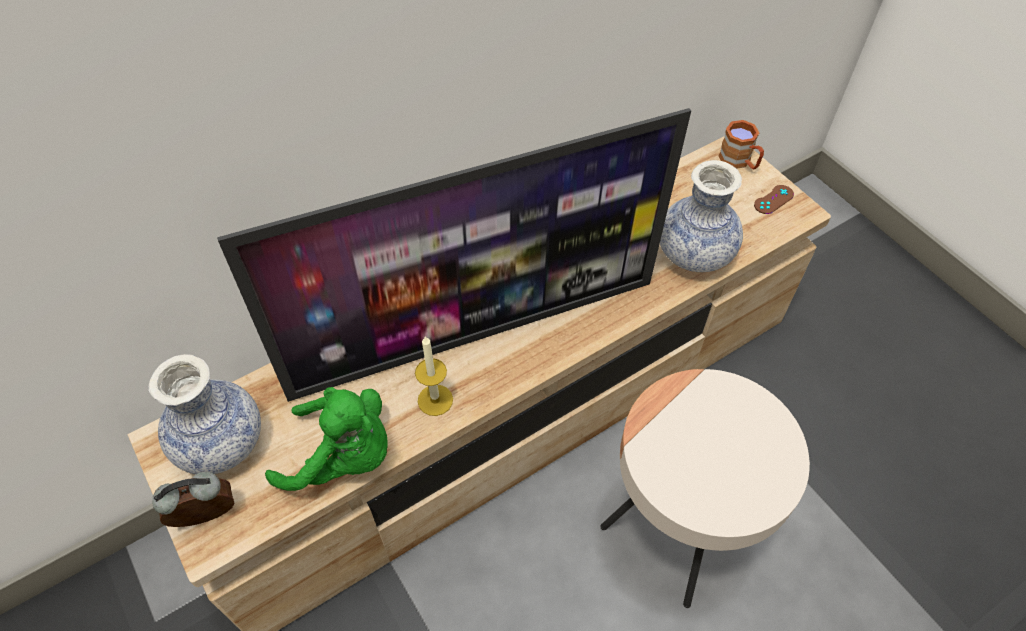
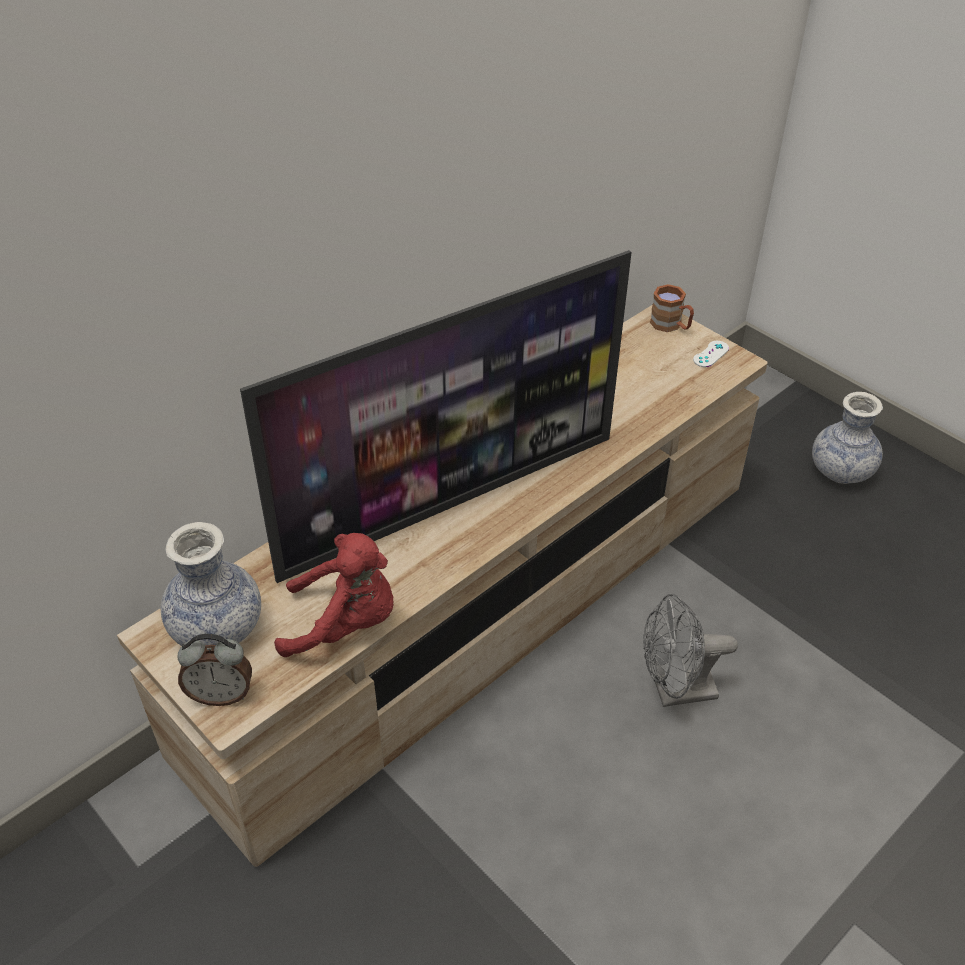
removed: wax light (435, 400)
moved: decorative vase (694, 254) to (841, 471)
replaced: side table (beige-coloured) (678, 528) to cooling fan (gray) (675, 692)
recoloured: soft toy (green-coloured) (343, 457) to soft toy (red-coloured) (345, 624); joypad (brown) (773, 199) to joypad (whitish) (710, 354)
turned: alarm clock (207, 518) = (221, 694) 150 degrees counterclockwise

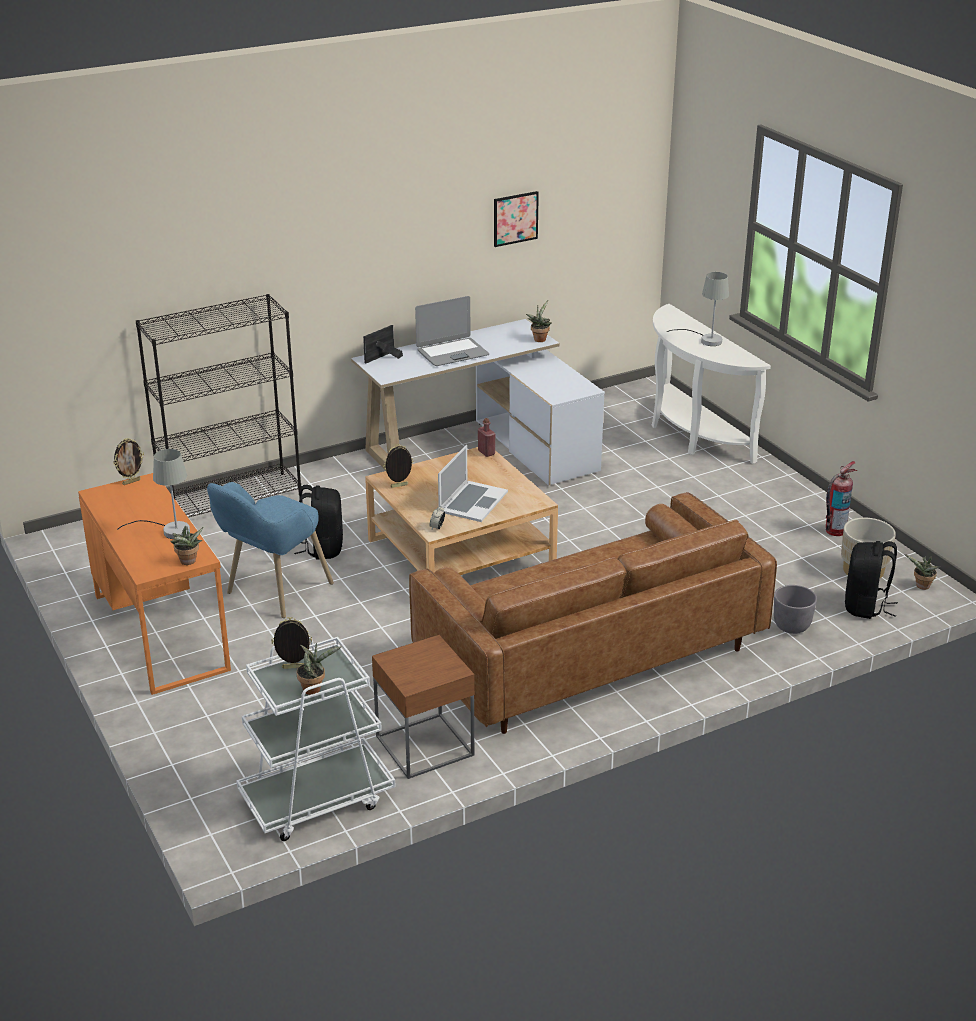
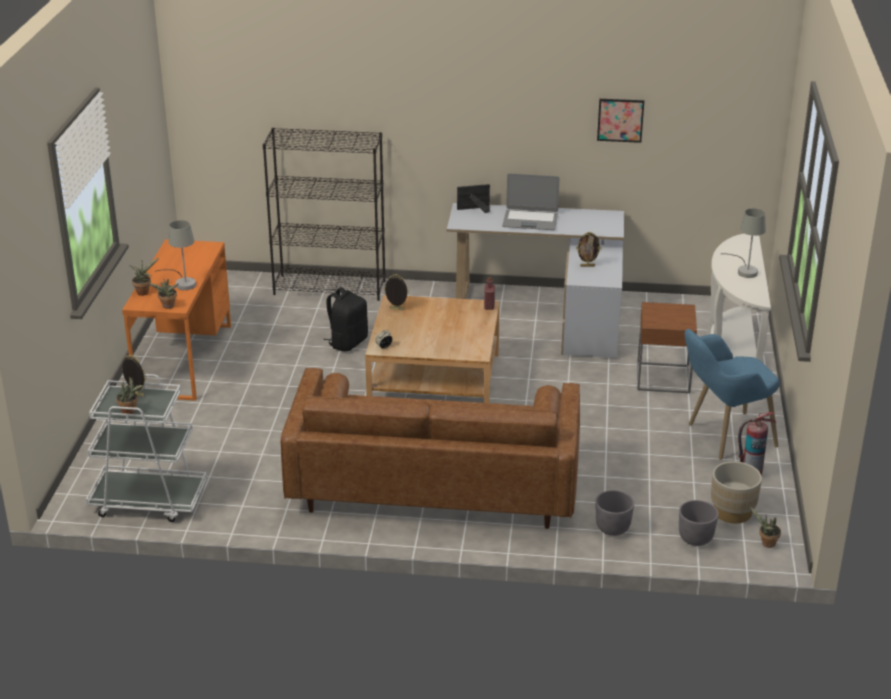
removed: portable computer (472, 501)
moved: potted plant (539, 339) to (144, 292); standing frame (131, 482) to (587, 266); side table (brown) (424, 746) to (663, 378); easy chair (blue-coloured) (271, 595) to (721, 438)
replaced: rucksack (blackish) (866, 607) to planter (gray) (695, 539)

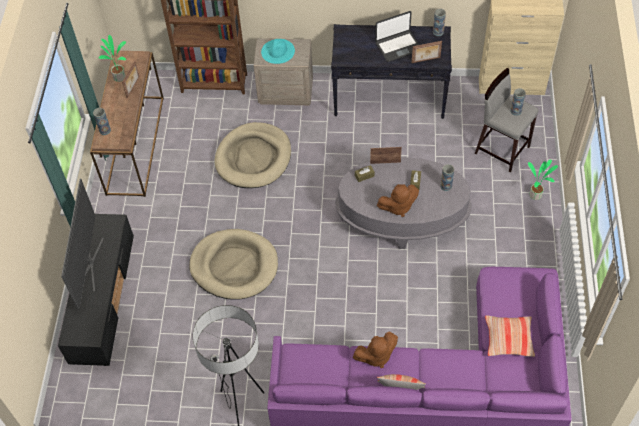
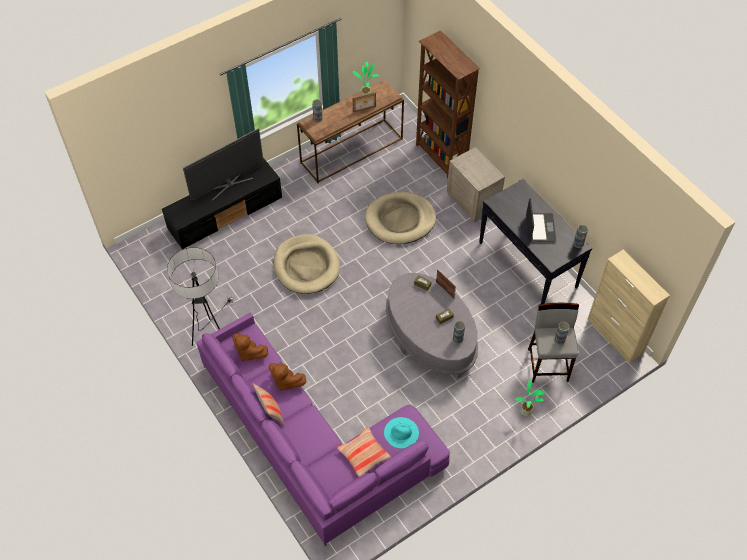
removed: standing frame (426, 60)
moved: soft toy (brown) (398, 206) to (249, 352); wearable hat (blue-green) (278, 51) to (401, 432)
turned: portable computer (398, 46) = (540, 228) 120 degrees counterclockwise

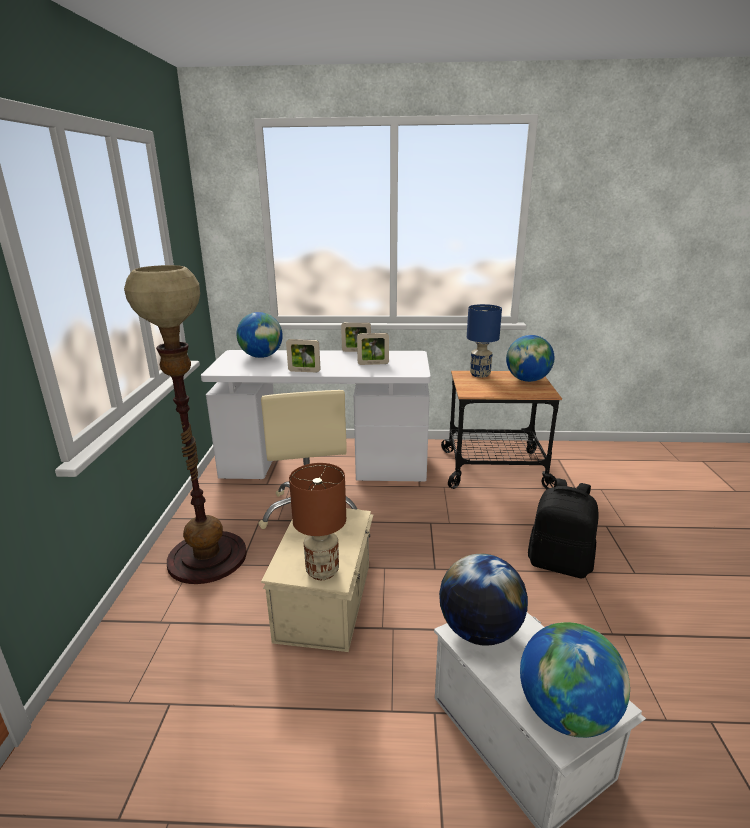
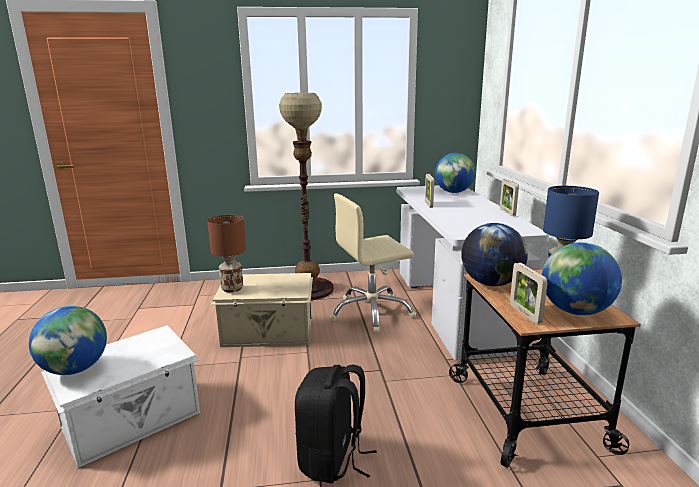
moved: desk globe (479, 631) to (491, 283); standing frame (373, 364) to (525, 314)

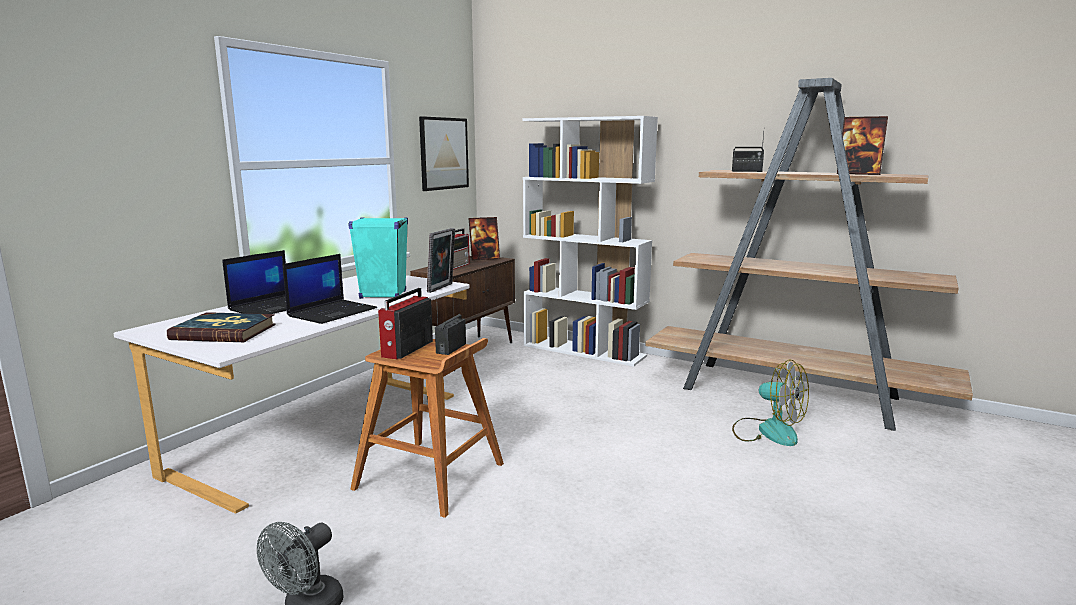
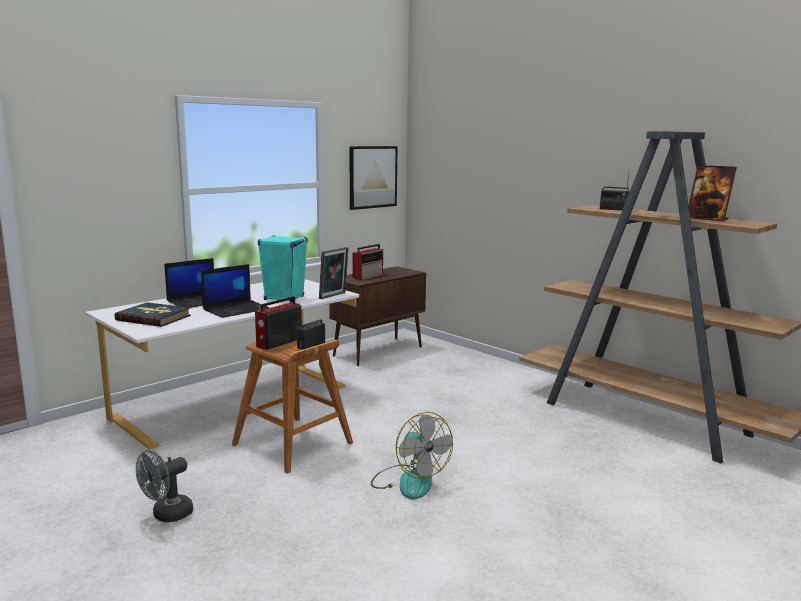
removed: standing frame (484, 258); bookcase (whitish) (584, 350)
moved: cooling fan (767, 431) to (409, 481)

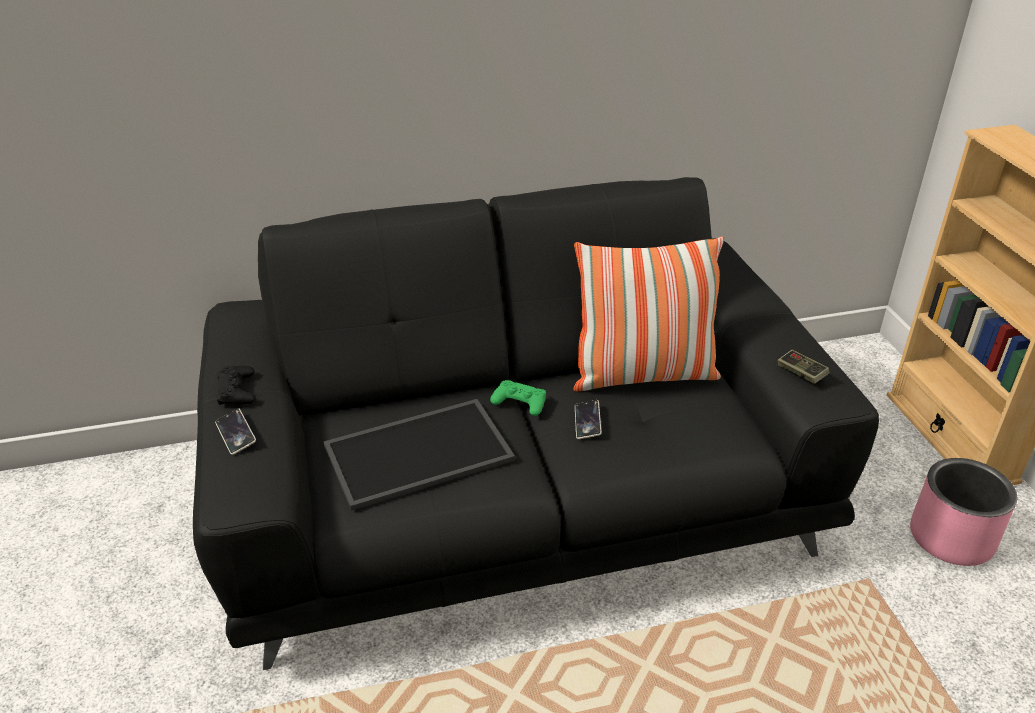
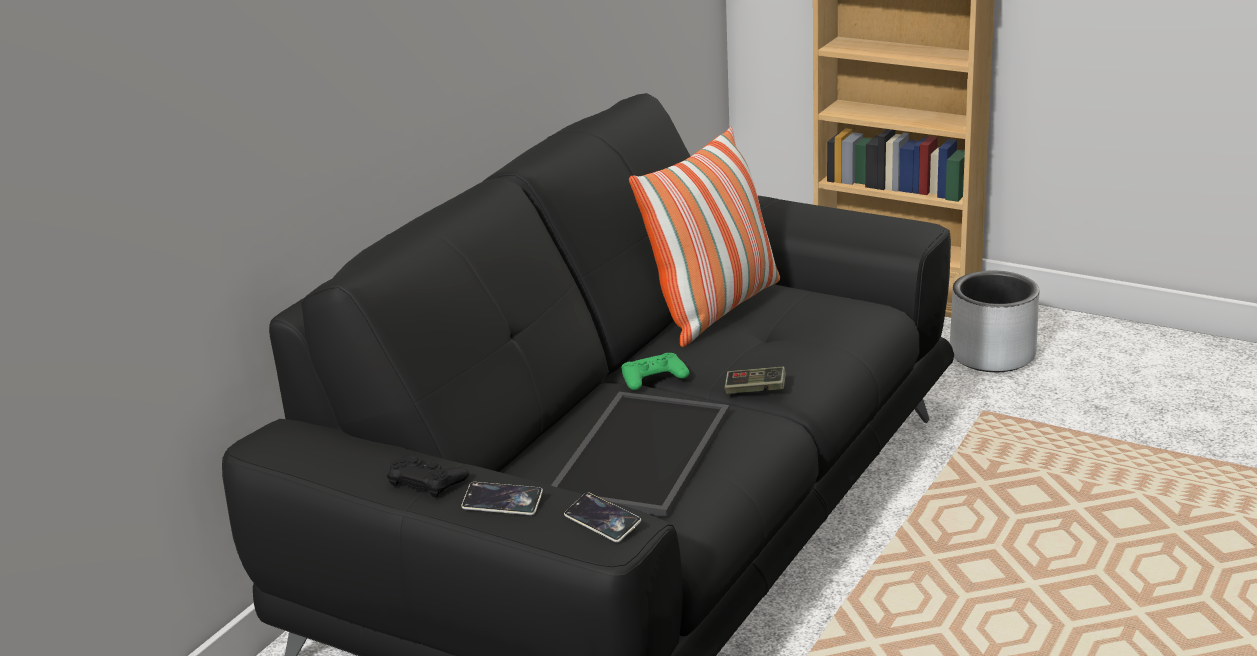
moved: phone (587, 422) to (602, 522); joypad (801, 373) to (755, 390)
recoloured: planter (pinkish) (951, 538) to planter (gray) (993, 355)

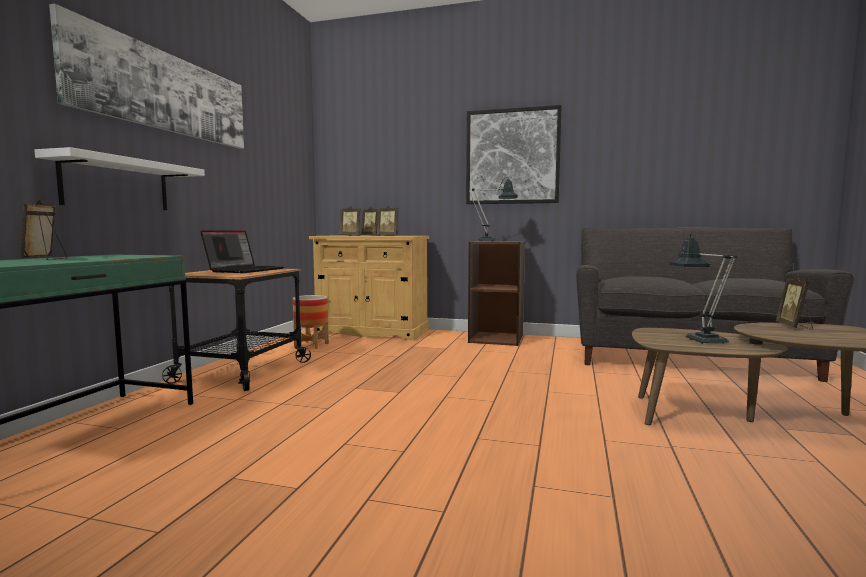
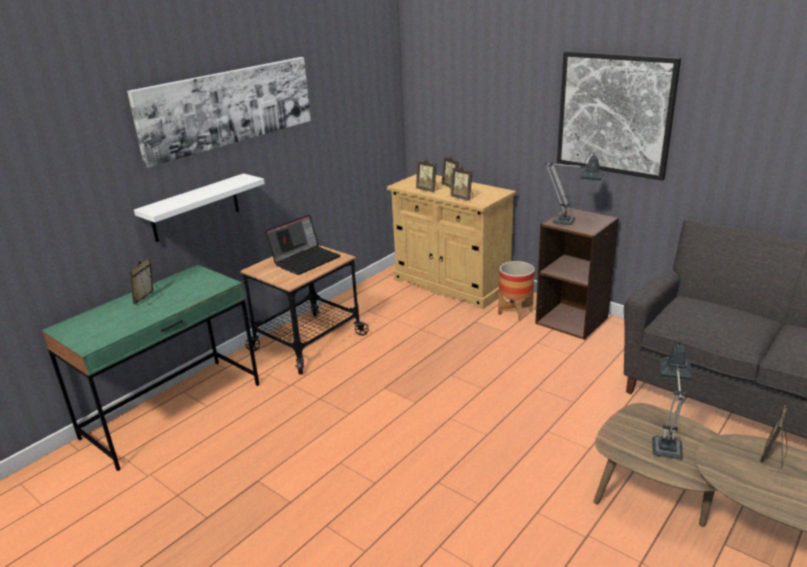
moved: planter (311, 345) to (515, 312)

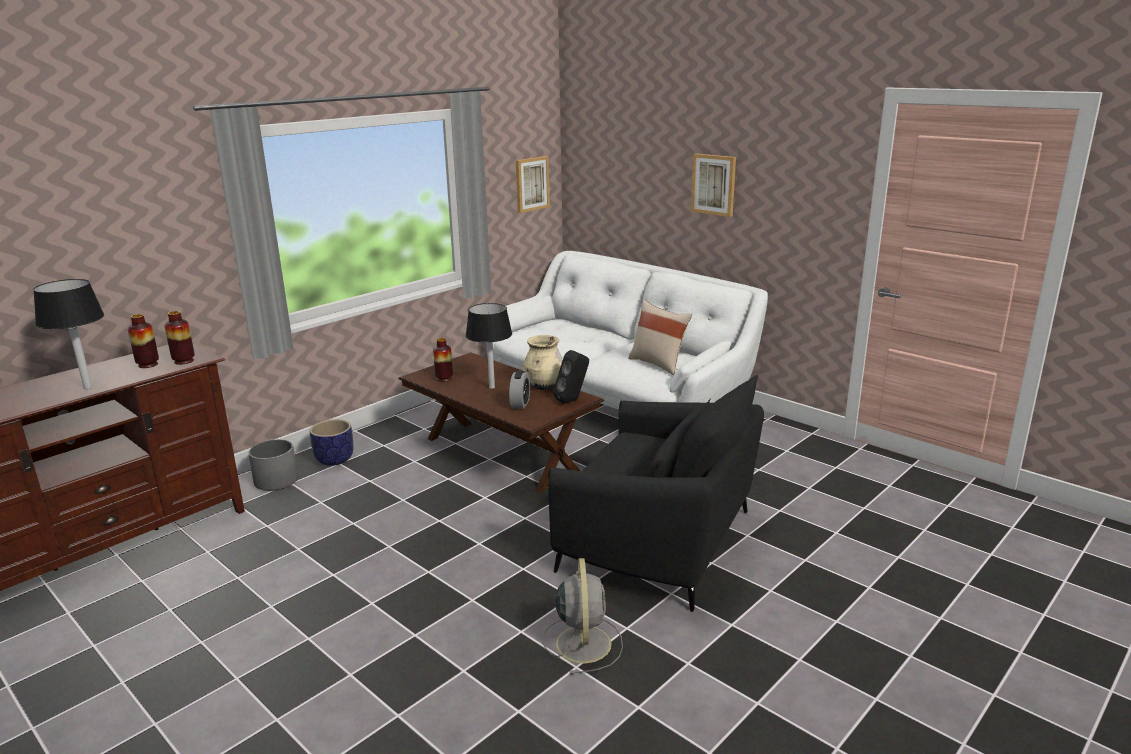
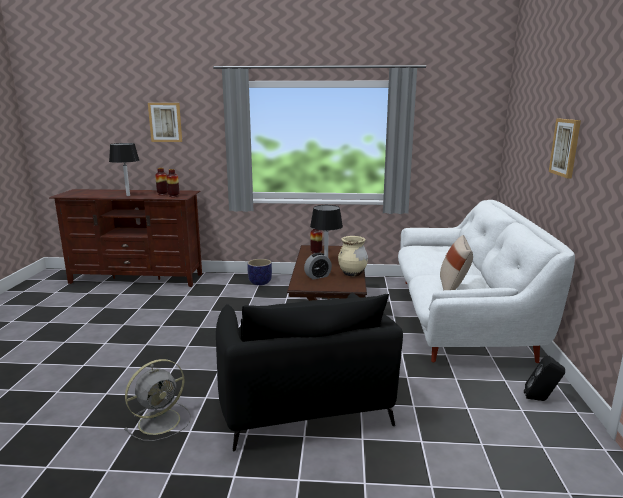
removed: planter (gray) (276, 481)
moved: wall art (531, 184) to (165, 122); speaker (blackish) (573, 400) to (541, 400)

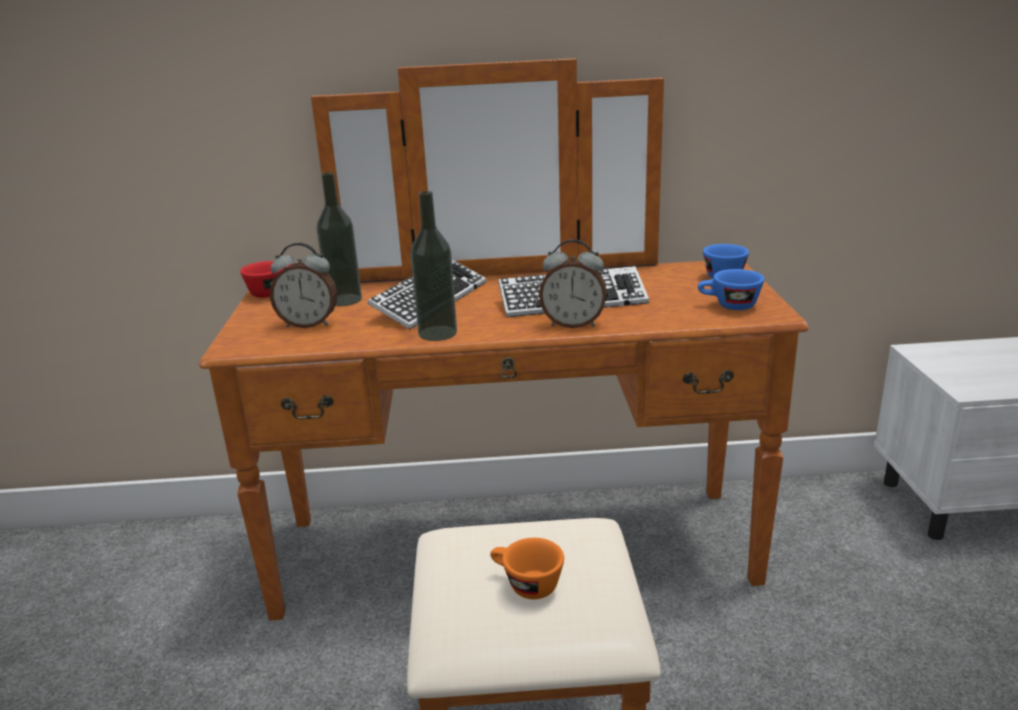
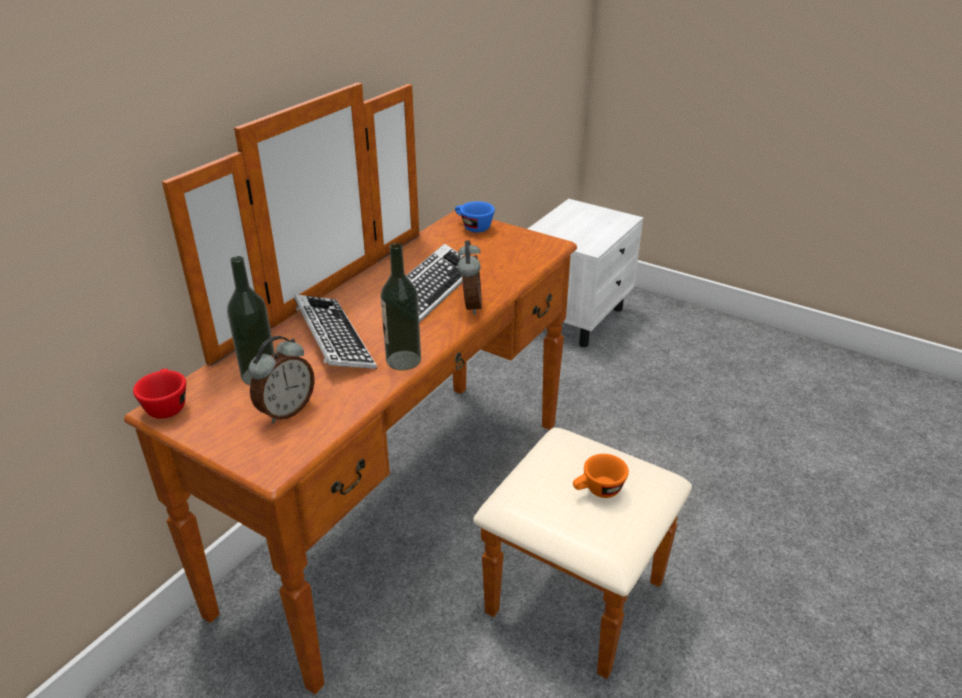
removed: drinking cup (blue-coloured) (729, 306)
turned: alarm clock (573, 324) = (470, 306) 45 degrees counterclockwise

